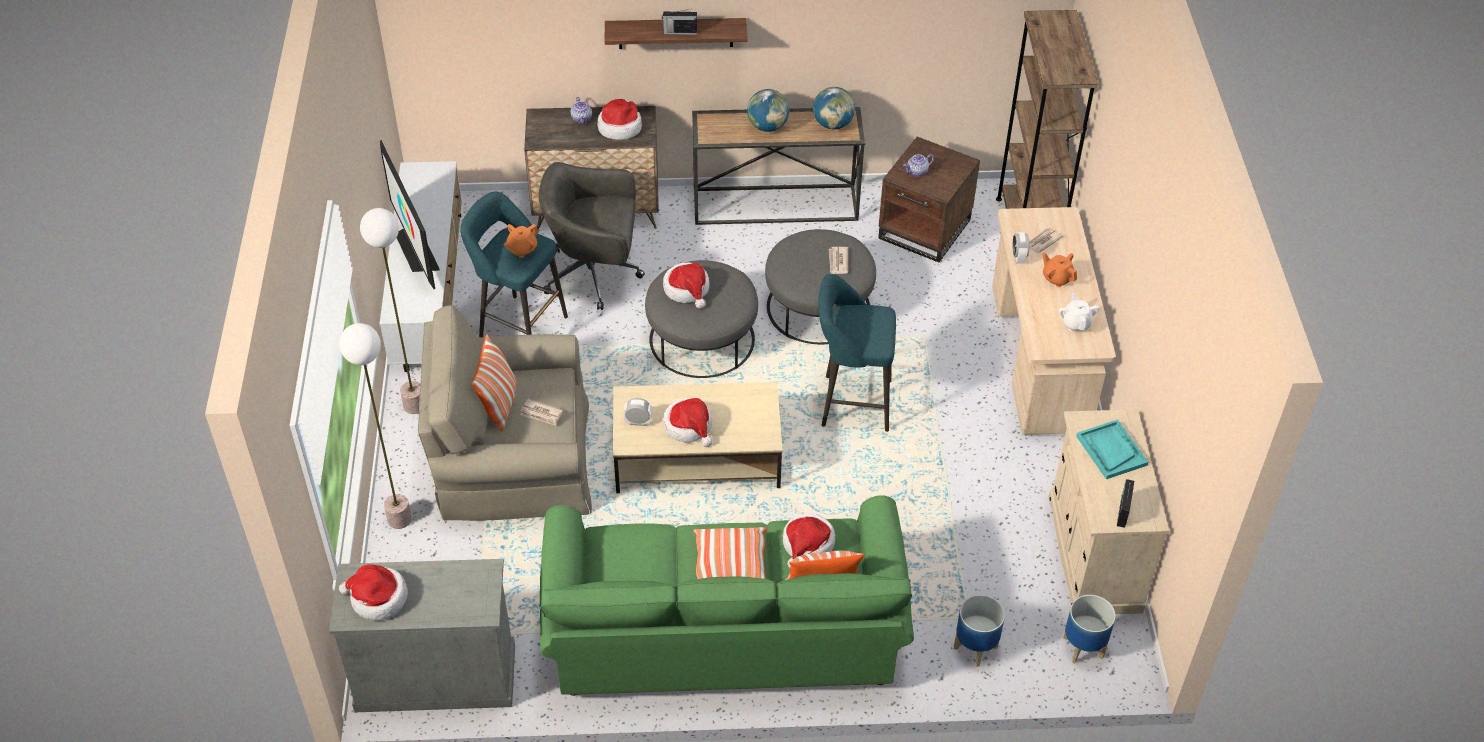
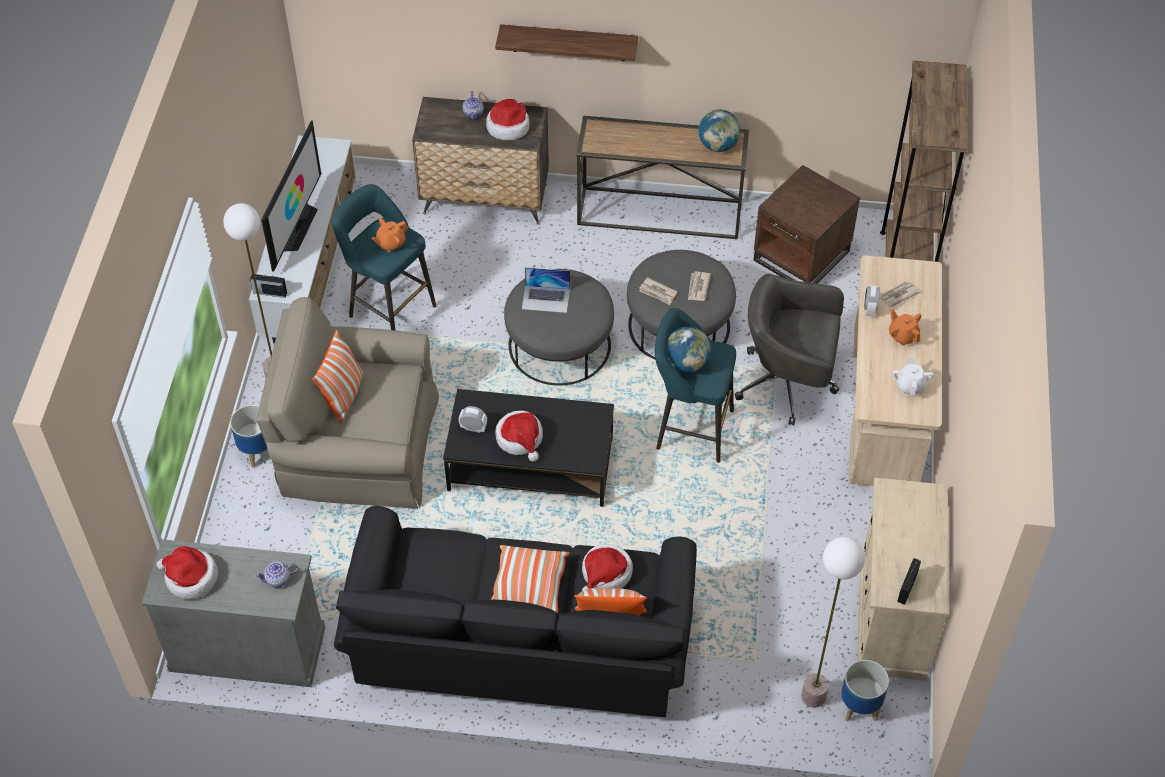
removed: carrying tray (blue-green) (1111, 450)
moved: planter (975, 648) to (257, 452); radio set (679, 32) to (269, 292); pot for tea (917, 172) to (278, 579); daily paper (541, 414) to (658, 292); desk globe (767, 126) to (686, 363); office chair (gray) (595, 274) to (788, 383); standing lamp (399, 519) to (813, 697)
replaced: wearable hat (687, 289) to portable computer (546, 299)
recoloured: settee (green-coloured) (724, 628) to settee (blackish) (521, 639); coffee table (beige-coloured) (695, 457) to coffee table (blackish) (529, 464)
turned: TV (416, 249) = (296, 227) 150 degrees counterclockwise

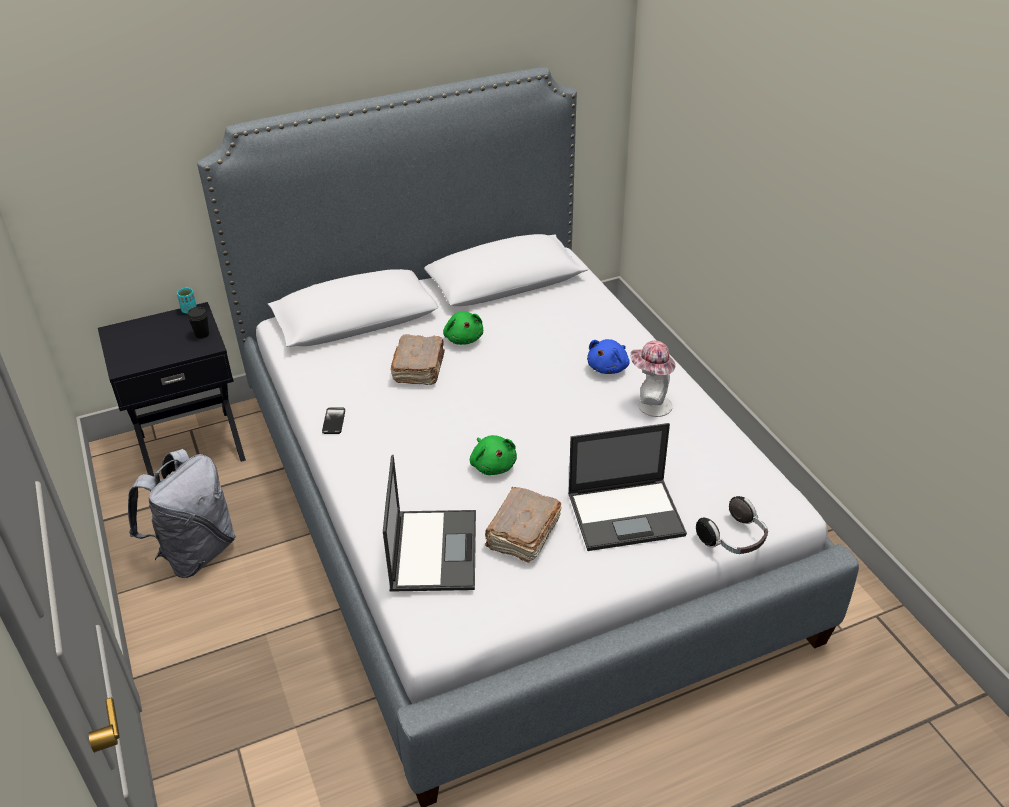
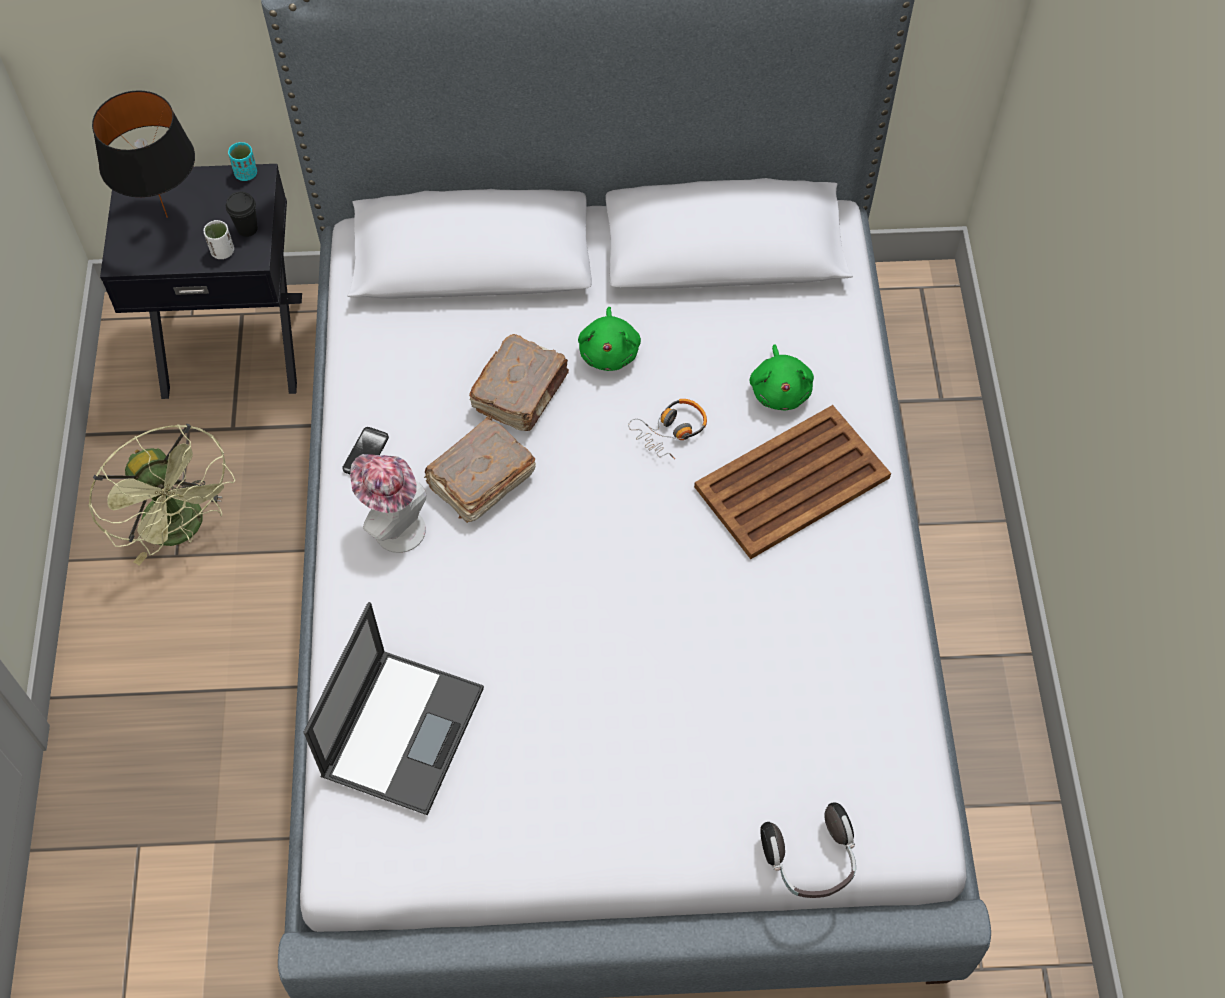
removed: portable computer (627, 514)
added: tabletop lamp (blackish) (167, 216); drinking cup (whitish) (222, 251); headset (671, 431)
moved: wearable hat (650, 405) to (394, 526); book (brown) (522, 534) to (480, 481); soft toy (green-coloured) (493, 465) to (780, 390)
replaced: rucksack (gray) (195, 552) to cooling fan (green-coloured) (182, 529); soft toy (blue-coloured) (609, 367) to carrying tray (brown) (794, 482)

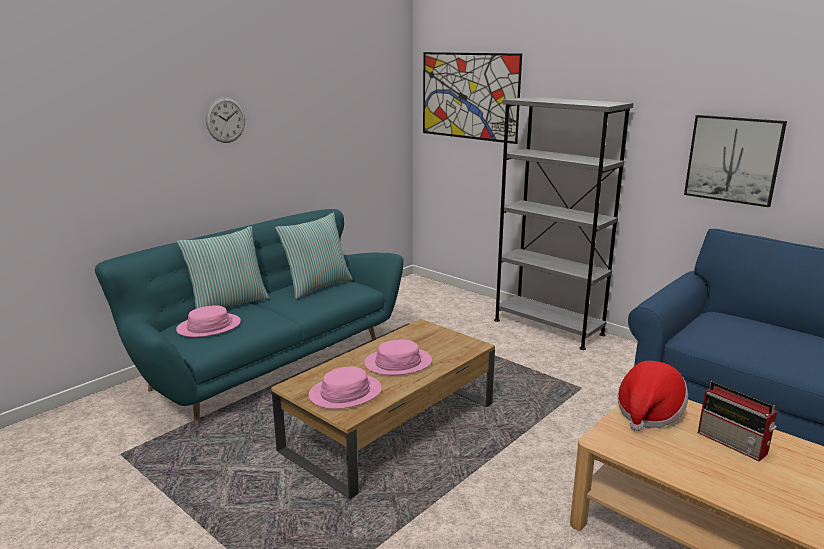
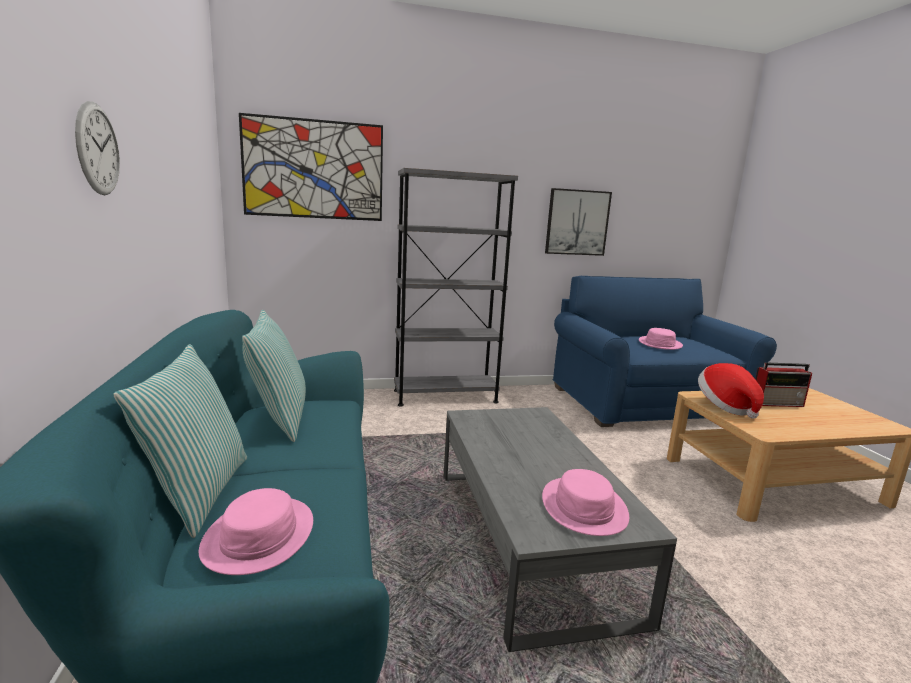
moved: wearable hat (pinkish) (398, 363) to (659, 344)
recoloured: coffee table (brown) (392, 426) to coffee table (gray) (528, 537)

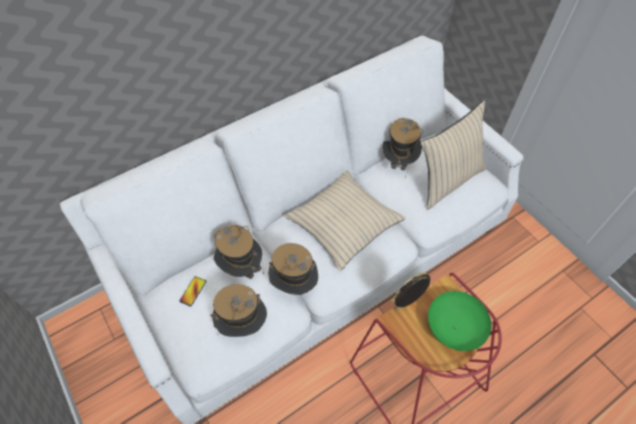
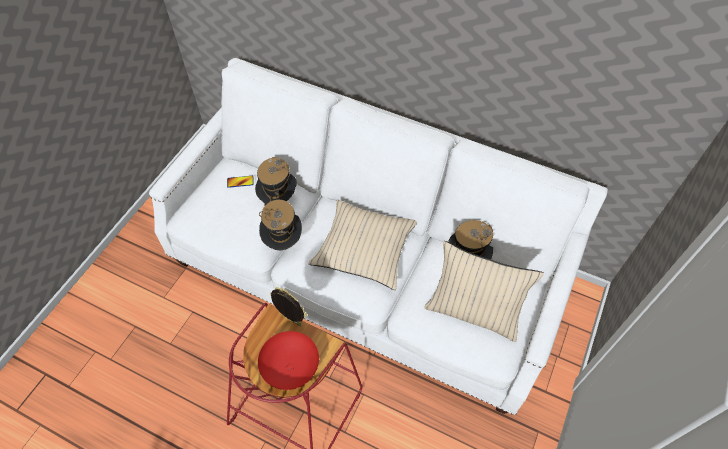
removed: wearable hat (242, 324)
recoloured: bowl (green-coloured) (455, 328) to bowl (red-coloured) (291, 368)

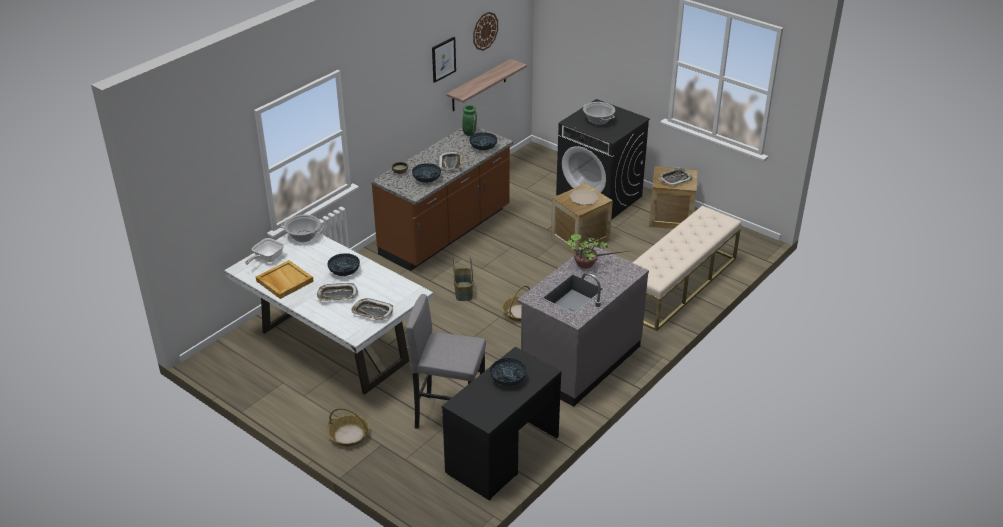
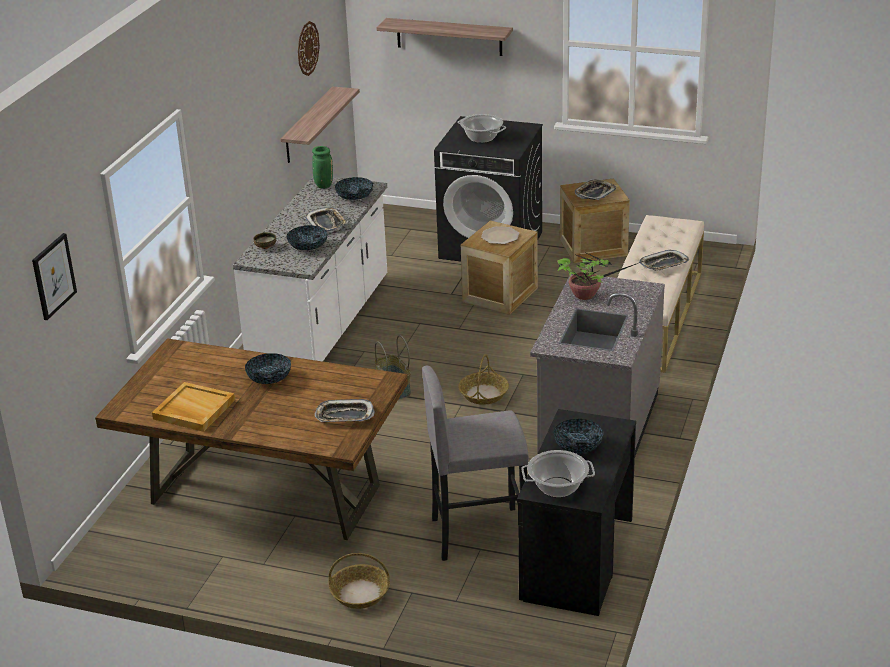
removed: pan (266, 259)
added: wall shelf (449, 37)
moved: wall art (443, 59) to (53, 276); saucepot (303, 236) to (558, 487); carrying tray (337, 295) to (664, 264)
recoloured: dining table (whitish) (333, 347) to dining table (brown) (264, 495); kitchen counter (brown) (446, 233) to kitchen counter (whitish) (323, 327)

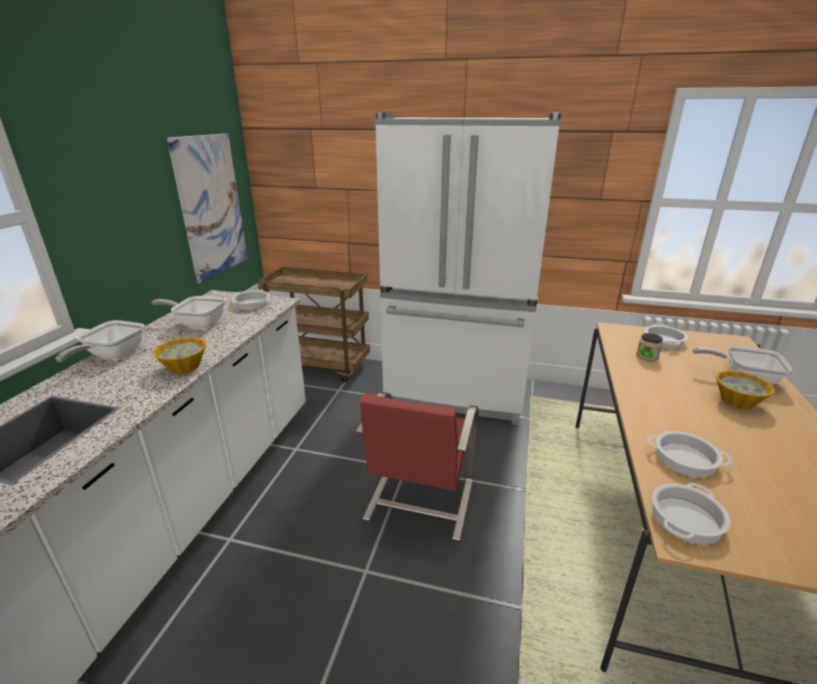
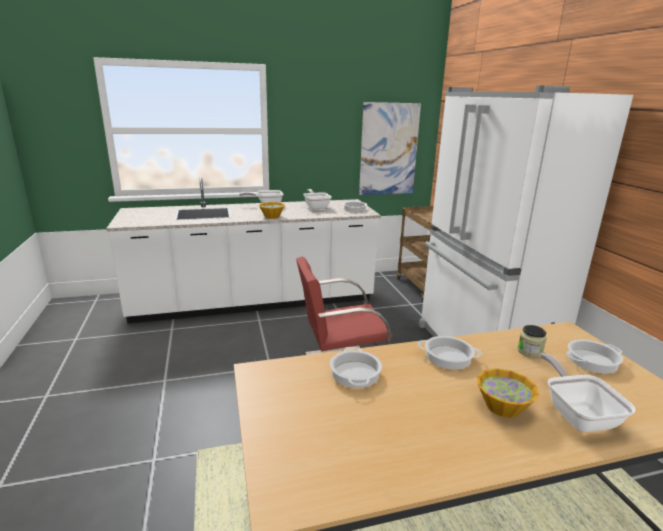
moved: saucepot (685, 518) to (448, 356)

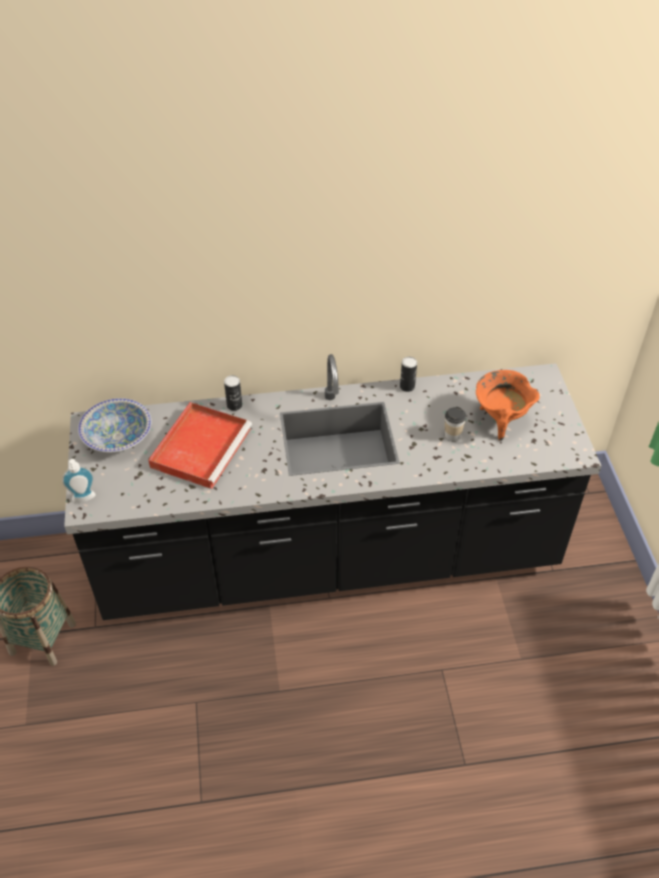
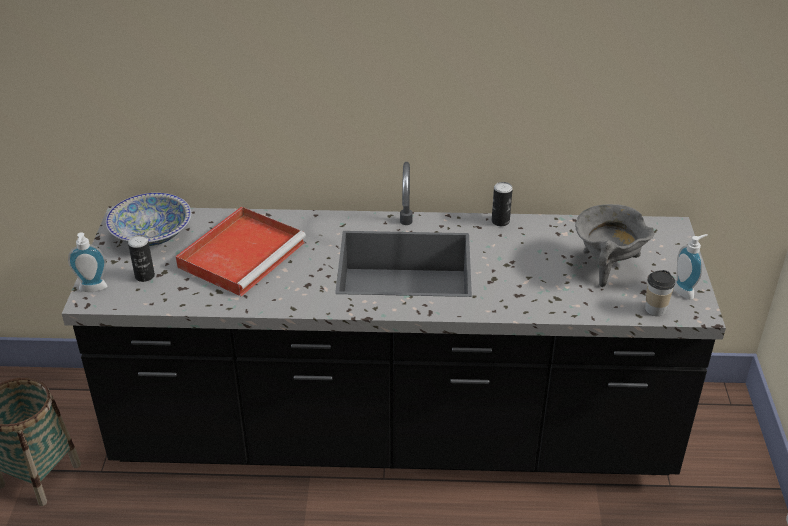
added: soap bottle (686, 290)
moved: can (234, 405) to (144, 276); drinking cup (452, 435) to (655, 309)
recoloured: saucepot (orange) (500, 421) to saucepot (gray) (606, 267)

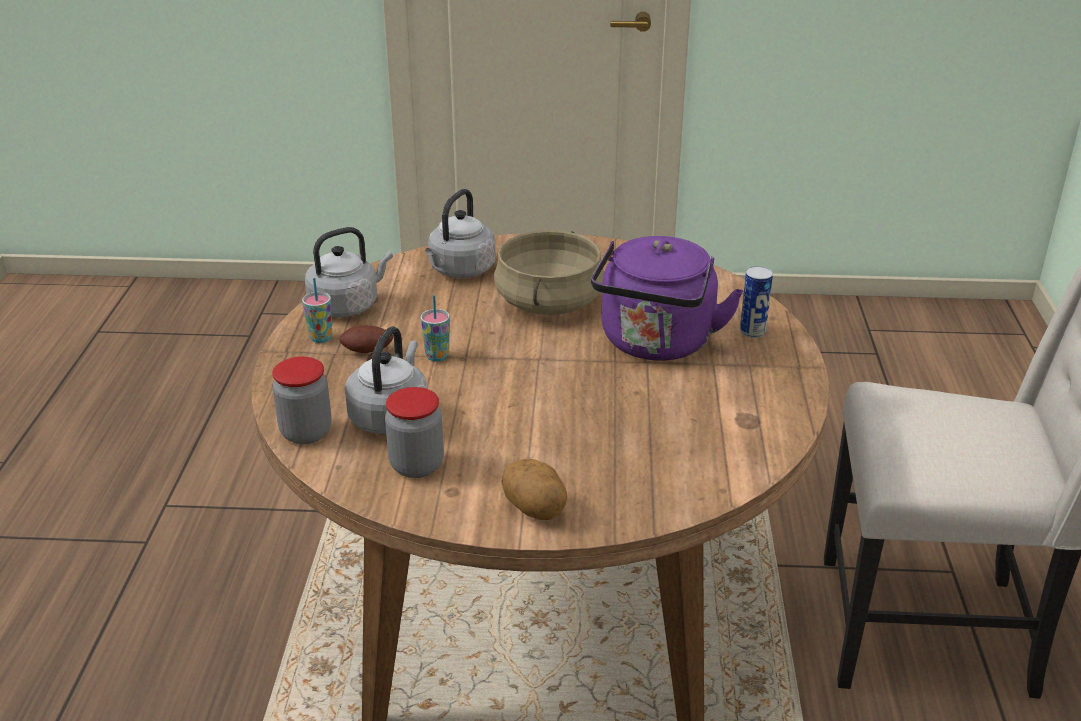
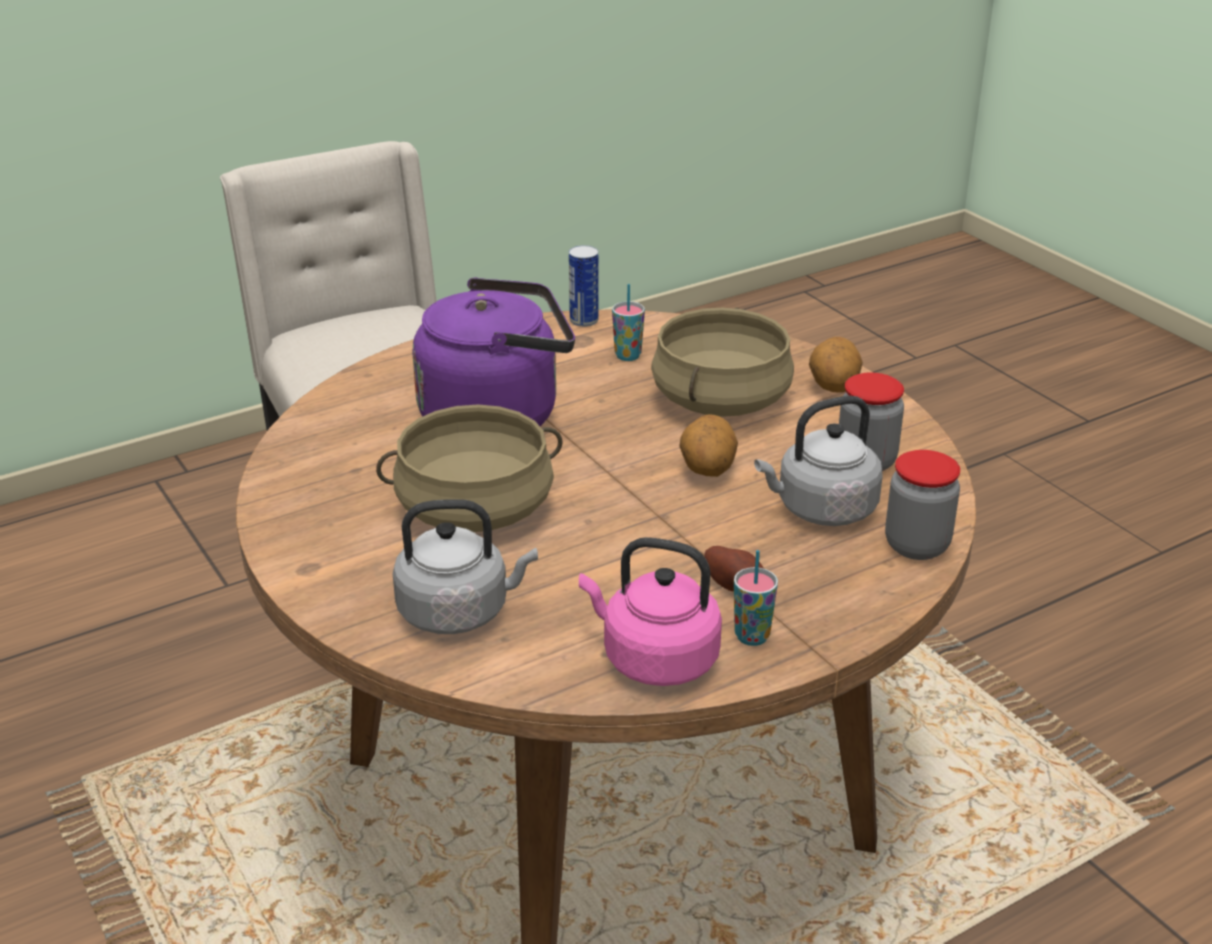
added: saucepot (beige-coloured) (719, 400); whole potato (707, 470)
moved: can (752, 331) to (584, 321); drinking cup (437, 356) to (628, 356)
recoloured: water kettle (gray) (347, 305) to water kettle (pinkish) (654, 659)

